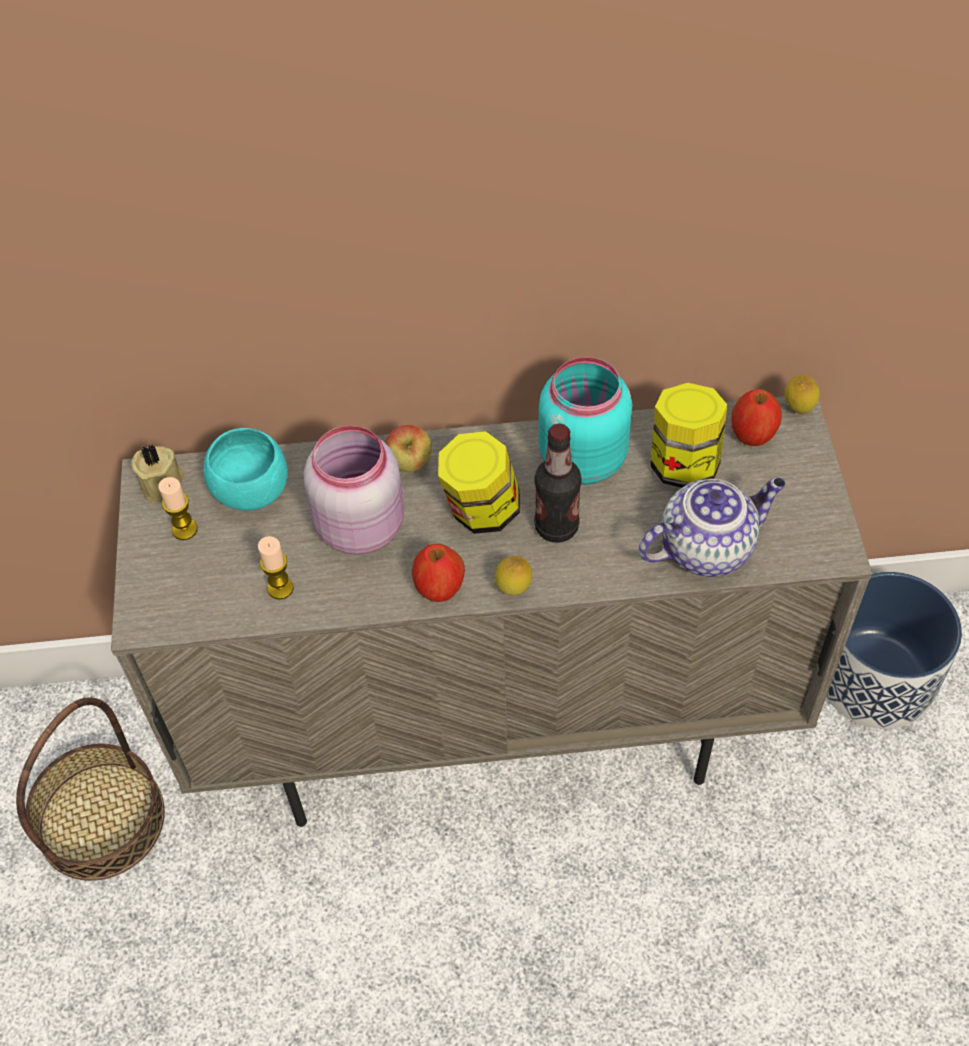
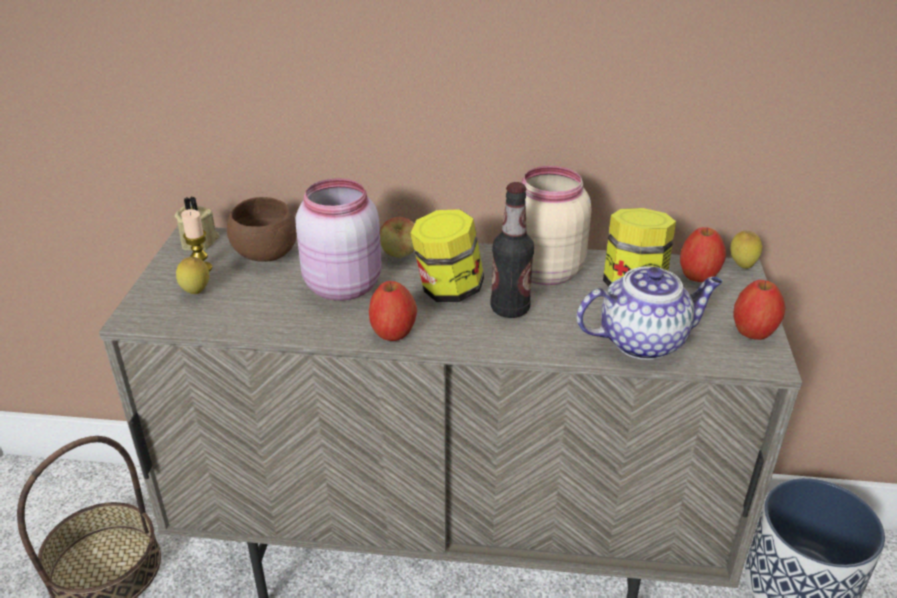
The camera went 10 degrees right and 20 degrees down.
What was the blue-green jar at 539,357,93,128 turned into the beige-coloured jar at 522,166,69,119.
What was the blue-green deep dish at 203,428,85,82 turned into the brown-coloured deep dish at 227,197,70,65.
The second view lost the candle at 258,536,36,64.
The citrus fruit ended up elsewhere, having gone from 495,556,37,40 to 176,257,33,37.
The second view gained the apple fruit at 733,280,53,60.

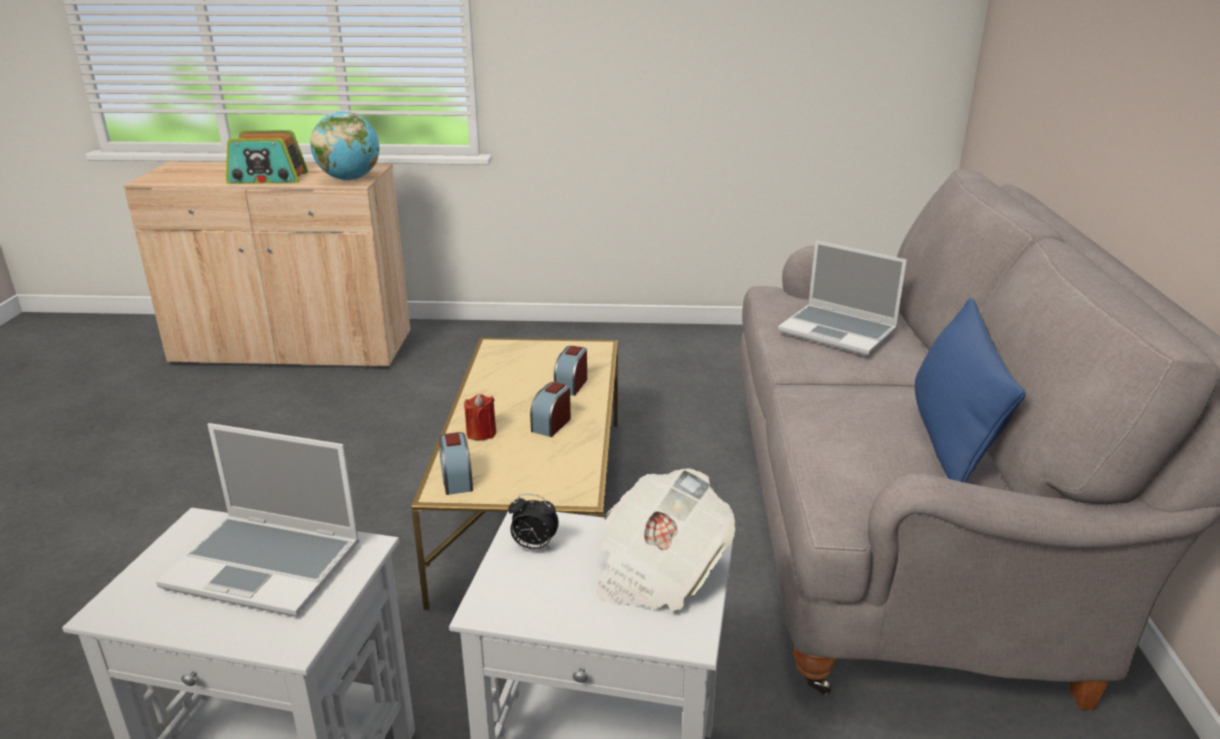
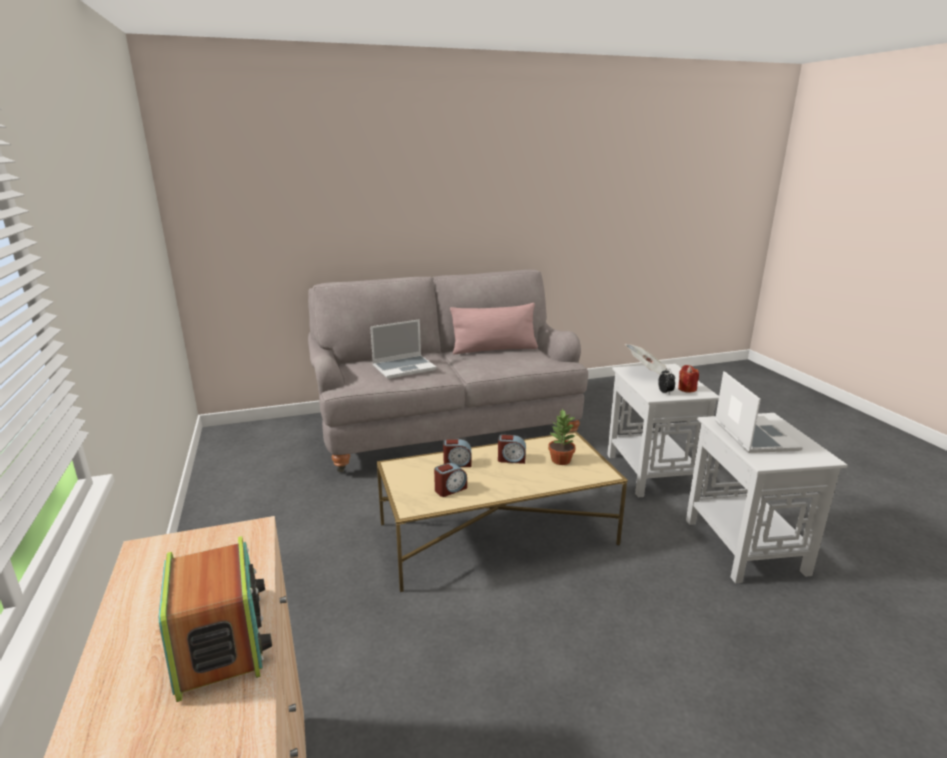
The camera went 110 degrees left and 5 degrees down.
The second view lost the desk globe at 310,111,69,69.
The notebook computer at 778,241,129,115 ended up facing another way, 45 degrees clockwise from before.
What was the bluish pillow at 915,298,111,185 turned into the pink-coloured pillow at 450,303,88,51.
The red candle ended up elsewhere, having gone from 464,394,32,46 to 678,365,21,28.
The table clock ended up elsewhere, having gone from 439,432,34,63 to 434,463,33,34.
The second view gained the plant in a pot at 548,409,27,56.

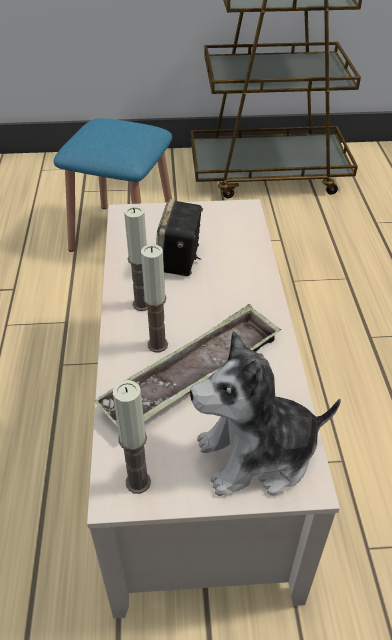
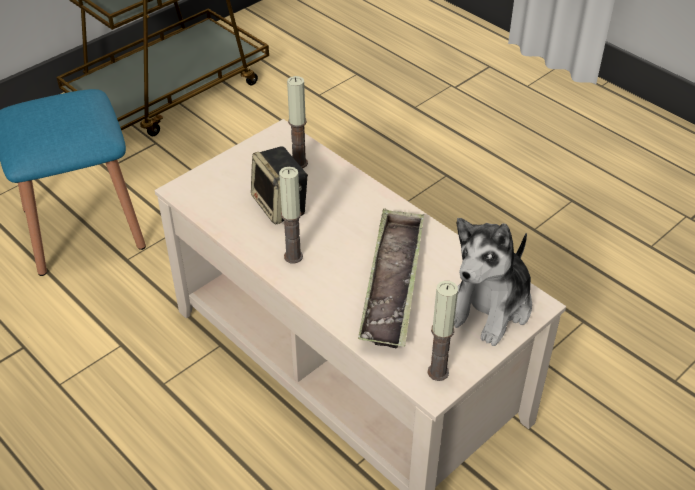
The camera went 40 degrees left and 0 degrees up.
The candle ended up elsewhere, having gone from 141,244,27,108 to 287,76,21,92.

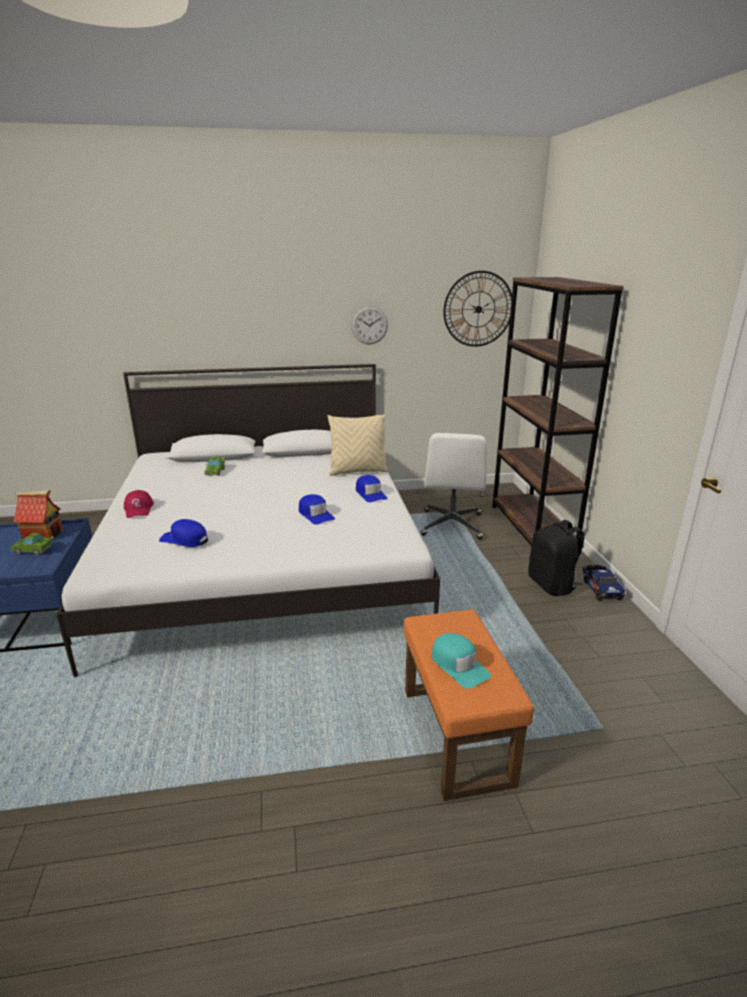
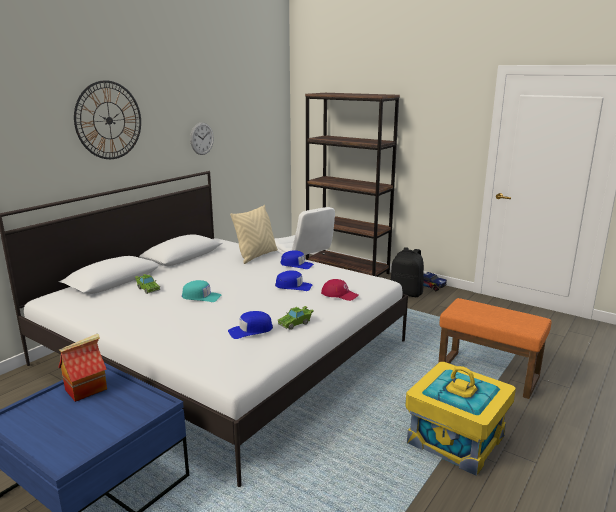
The camera went 45 degrees left and 5 degrees down.
The hanging clock ended up elsewhere, having gone from 444,271,68,76 to 74,80,67,79.
The red baseball cap ended up elsewhere, having gone from 124,490,30,28 to 321,279,37,22.
The greenish miniature car ended up elsewhere, having gone from 10,533,44,23 to 278,306,36,24.
The blue-green baseball cap ended up elsewhere, having gone from 431,633,60,56 to 182,280,39,22.
The second view gained the yellow storage container at 405,362,111,114.

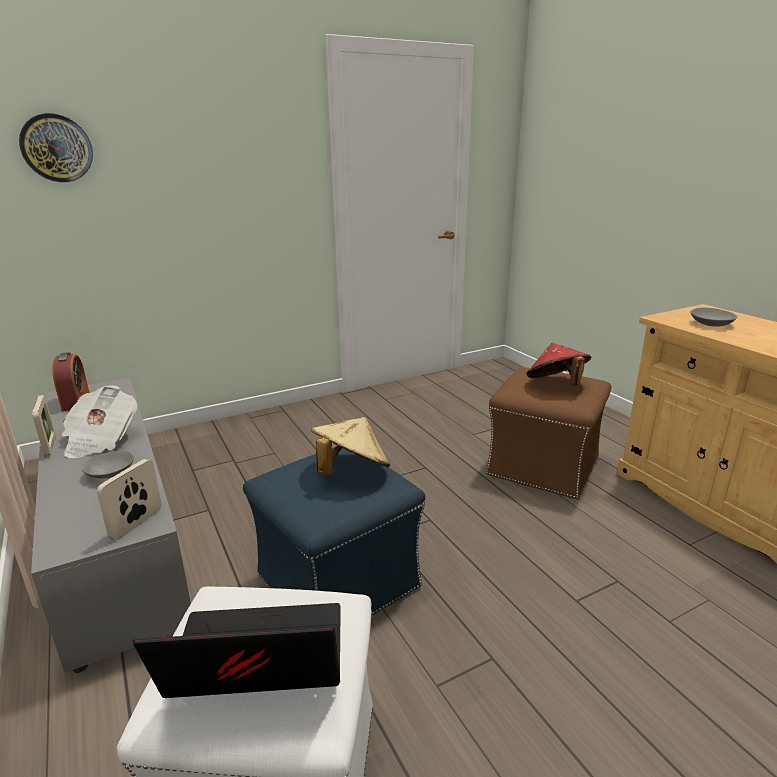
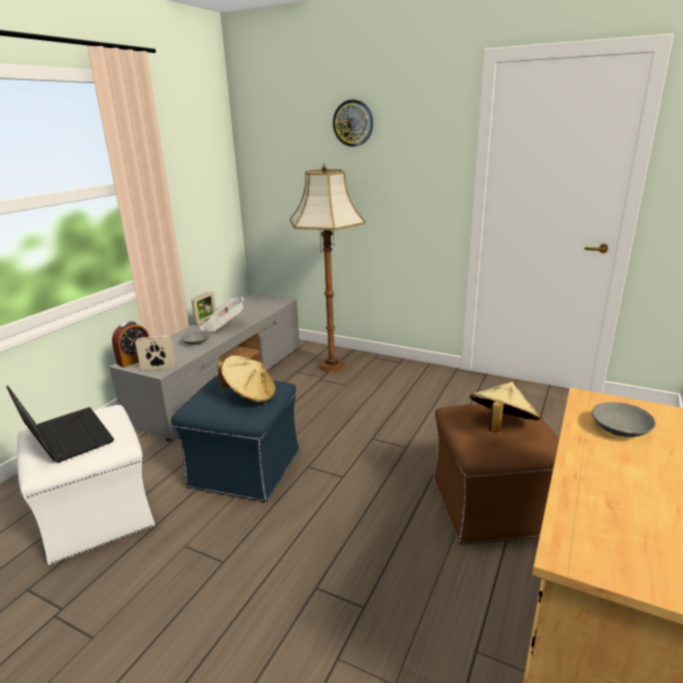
The camera went 55 degrees right and 0 degrees up.
The hanging clock ended up elsewhere, having gone from 19,113,74,69 to 333,100,40,47.
What was the red wearable hat at 526,343,65,43 turned into the beige-coloured wearable hat at 470,382,71,51.
The table clock ended up elsewhere, having gone from 52,352,37,59 to 112,321,37,47.
The second view gained the standard lamp at 290,164,75,208.

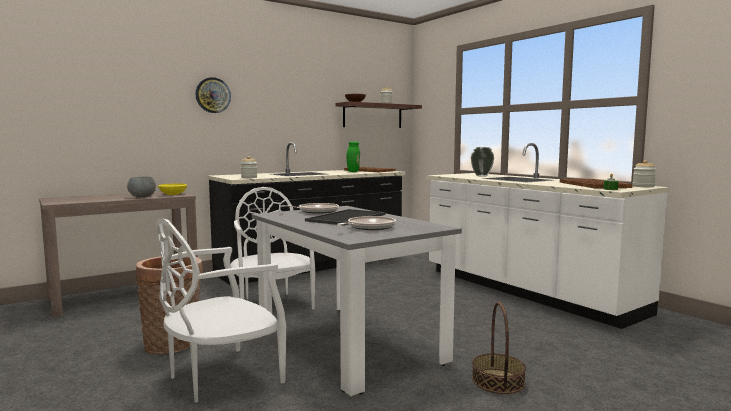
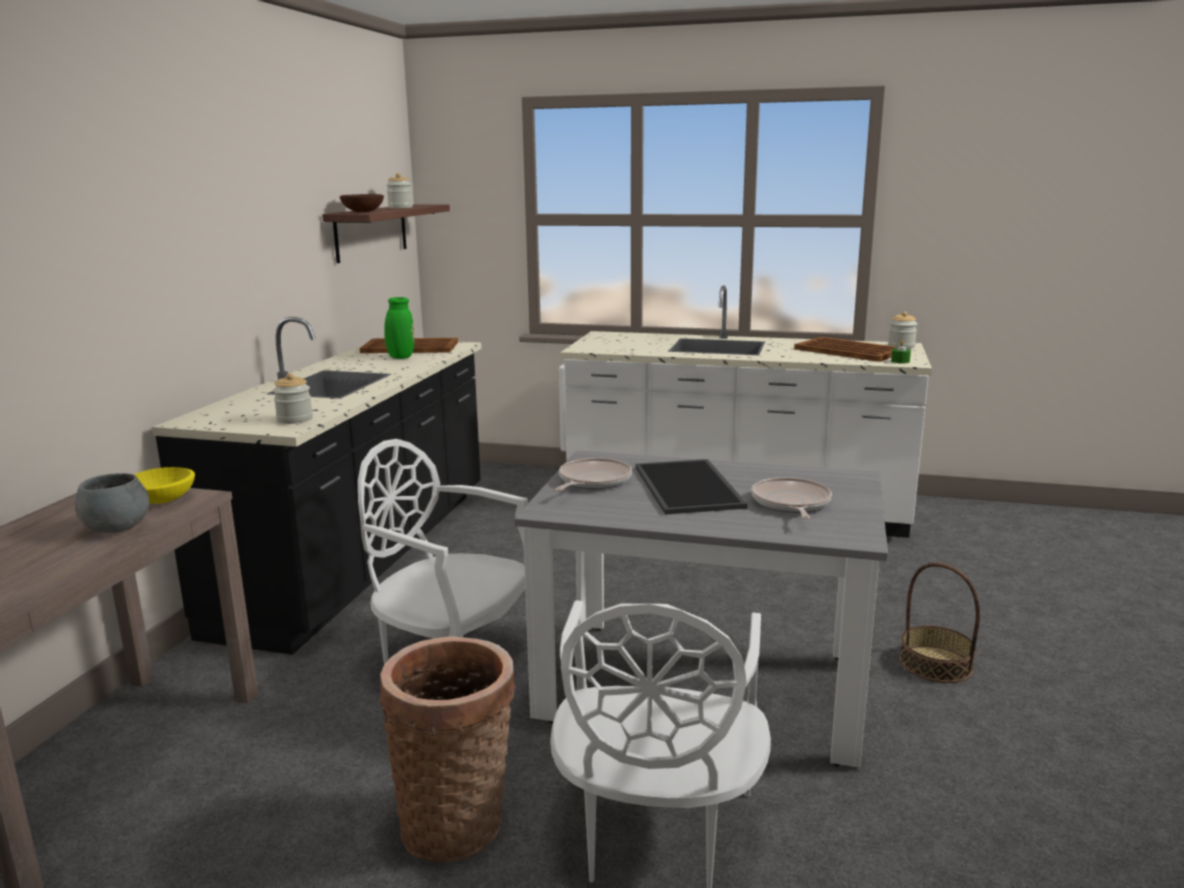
The camera went 40 degrees left and 10 degrees up.
The second view lost the hanging clock at 195,77,36,36.
The second view lost the vase at 471,147,23,30.

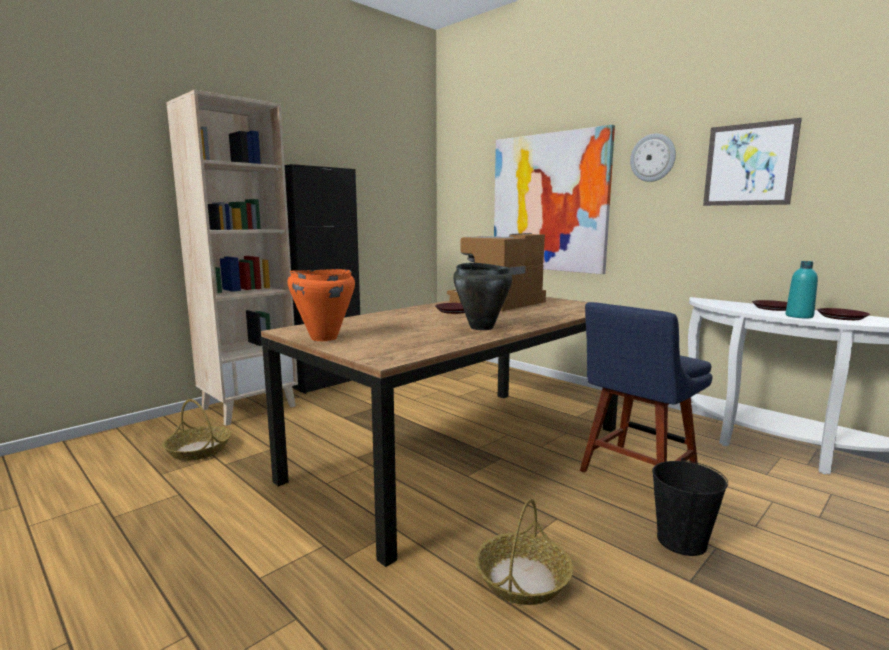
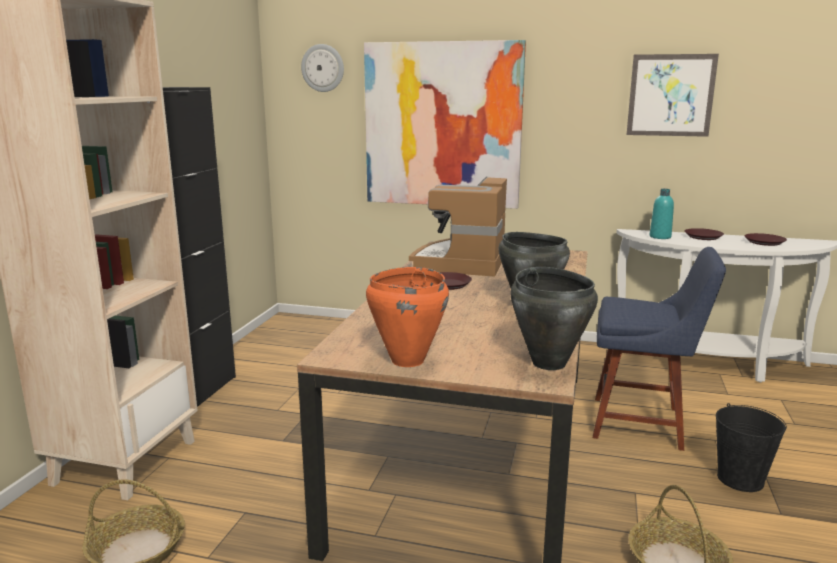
The camera went 30 degrees left and 5 degrees up.
The hanging clock ended up elsewhere, having gone from 630,134,46,48 to 301,44,43,48.
The blue-green beverage bottle ended up elsewhere, having gone from 786,261,32,57 to 650,189,24,50.
The bluish plain chair at 580,302,132,170 ended up facing another way, 90 degrees counterclockwise from before.
The second view gained the blackish saucepot at 510,267,88,103.

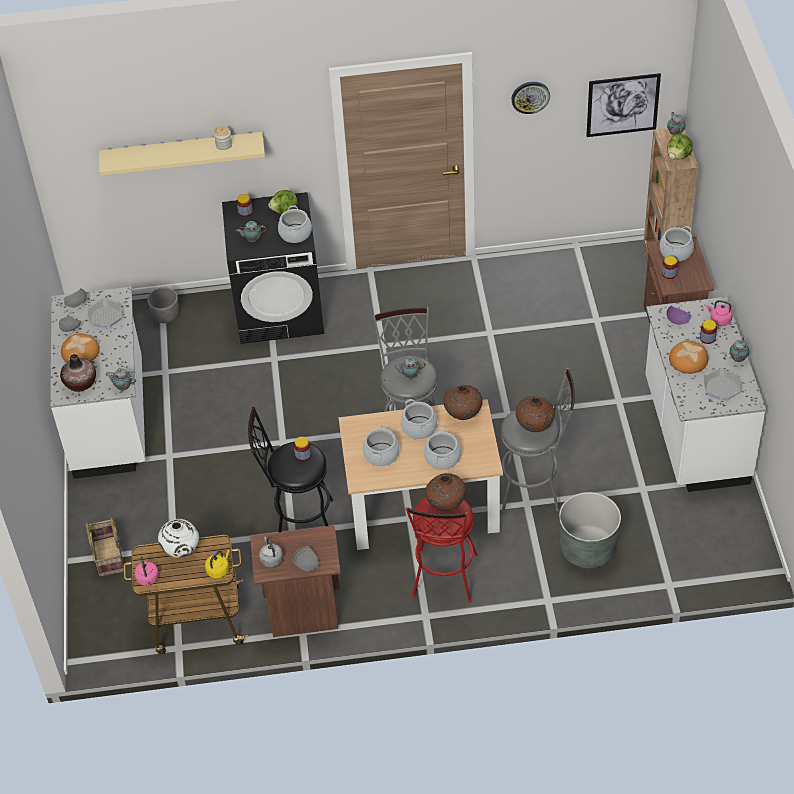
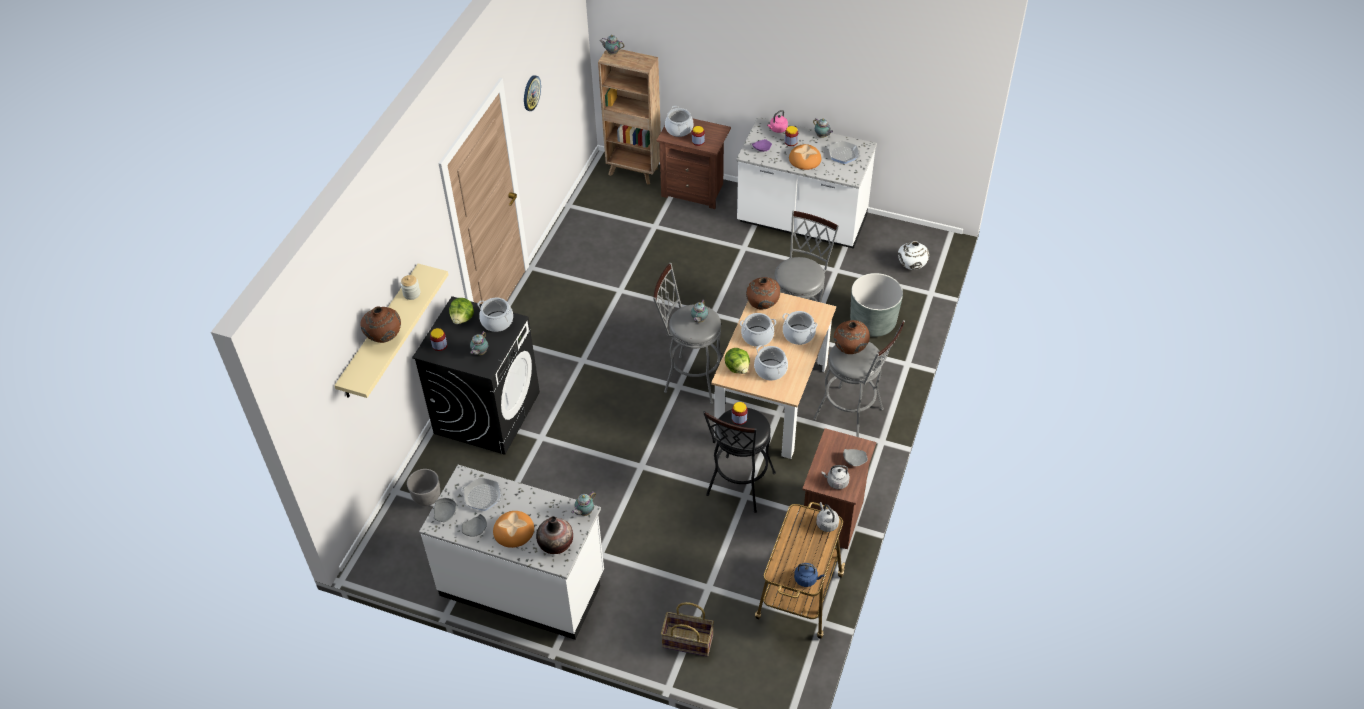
The camera went 65 degrees left and 0 degrees up.
The second view lost the wall picture at 586,73,75,64.
The head of lettuce ended up elsewhere, having gone from 667,134,25,26 to 725,348,25,26.
The brown-coloured vase ended up elsewhere, having gone from 515,396,40,36 to 360,306,41,37.
What was the red stool at 406,497,72,105 turned into the grey stool at 813,320,92,117.
The white-coloured vase ended up elsewhere, having gone from 158,519,41,39 to 898,241,31,29.
What was the yellow tea kettle at 205,550,25,28 turned into the grey tea kettle at 816,502,23,30.
What was the pink-coloured tea kettle at 134,557,25,29 turned into the bluish tea kettle at 794,563,30,24.

